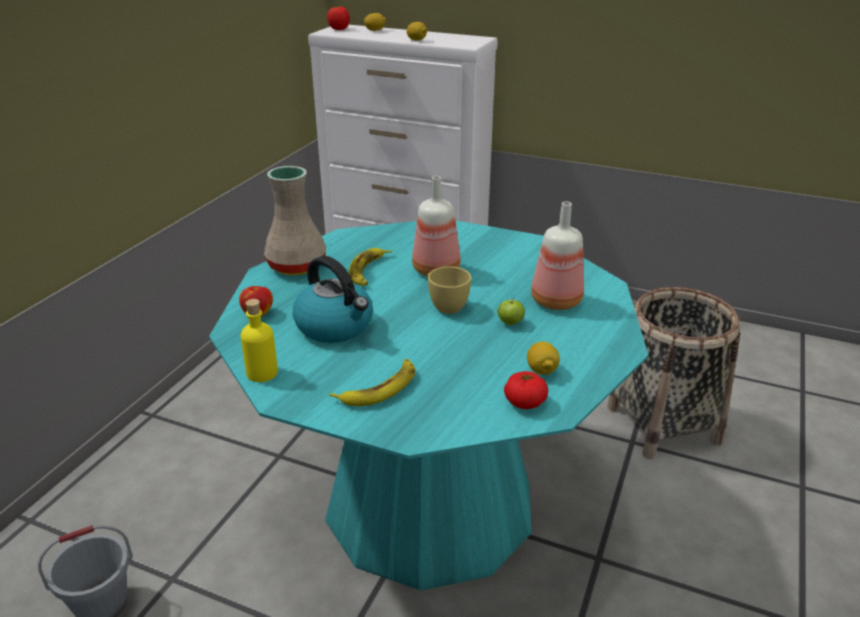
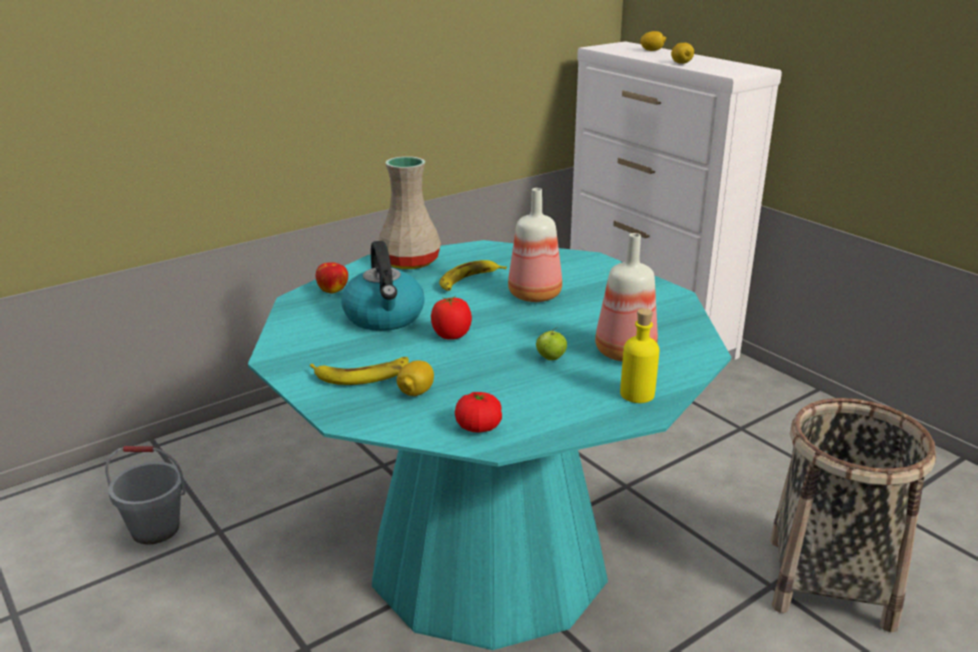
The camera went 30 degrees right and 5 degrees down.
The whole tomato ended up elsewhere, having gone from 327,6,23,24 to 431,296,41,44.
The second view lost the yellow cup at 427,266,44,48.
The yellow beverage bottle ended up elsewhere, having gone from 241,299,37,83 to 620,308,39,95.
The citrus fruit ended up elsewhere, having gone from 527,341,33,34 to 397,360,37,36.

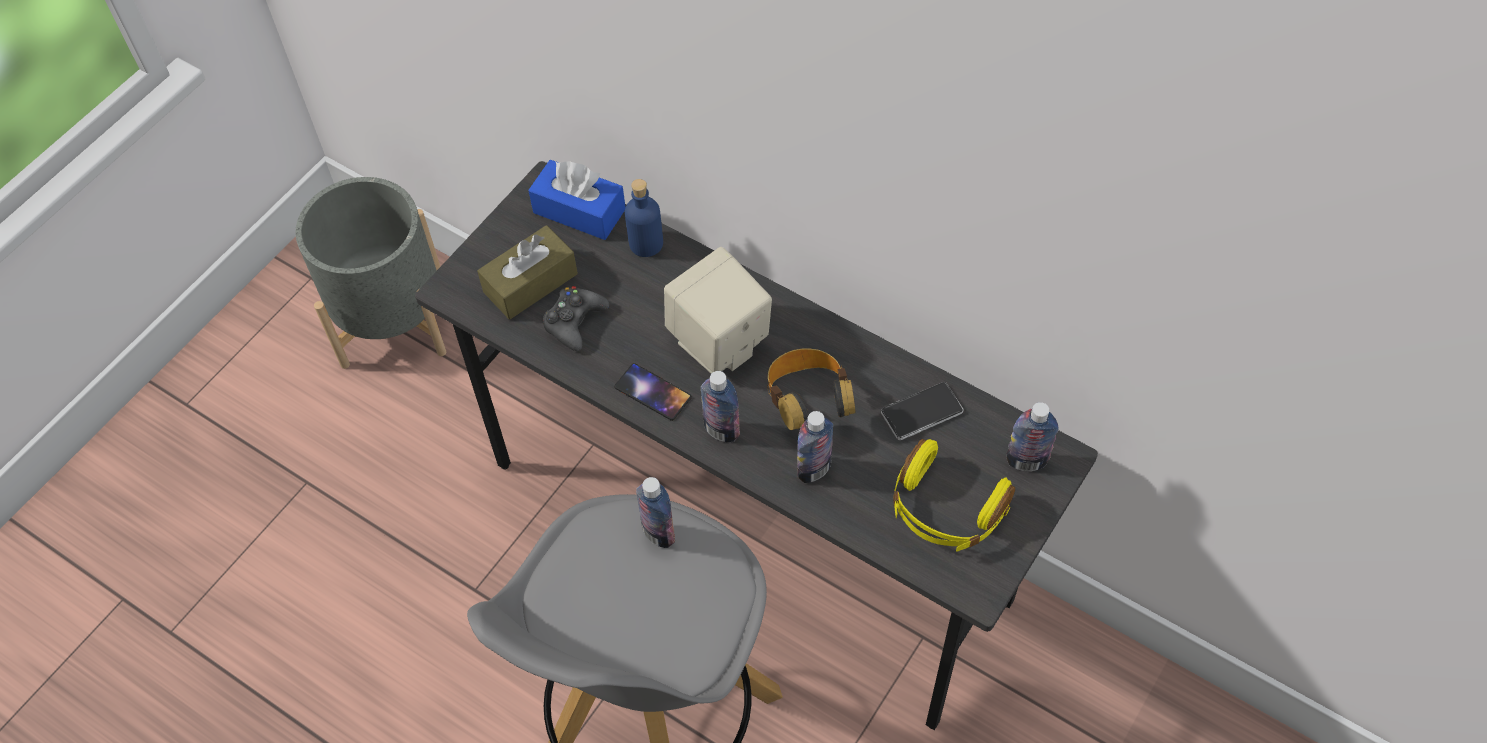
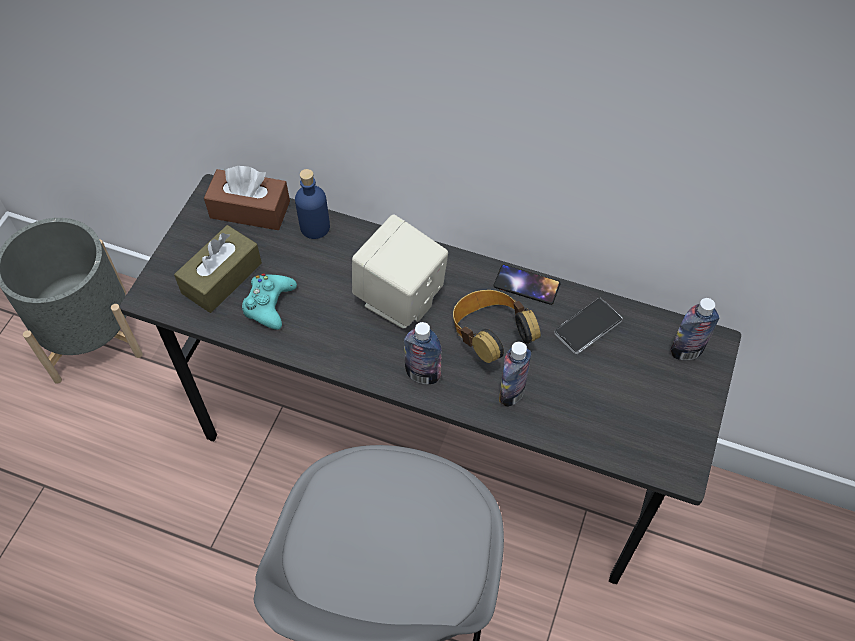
The camera went 15 degrees left and 0 degrees up.
What was the bluish tissue box at 528,160,98,80 turned into the brown-coloured tissue box at 204,166,86,64.
What was the blackish gamepad at 543,286,66,65 turned into the blue-green gamepad at 242,273,55,57.
The phone ended up elsewhere, having gone from 614,363,78,58 to 493,265,68,40.
The second view lost the yellow headphones at 893,439,122,113.
The second view lost the beverage bottle at 636,477,39,71.

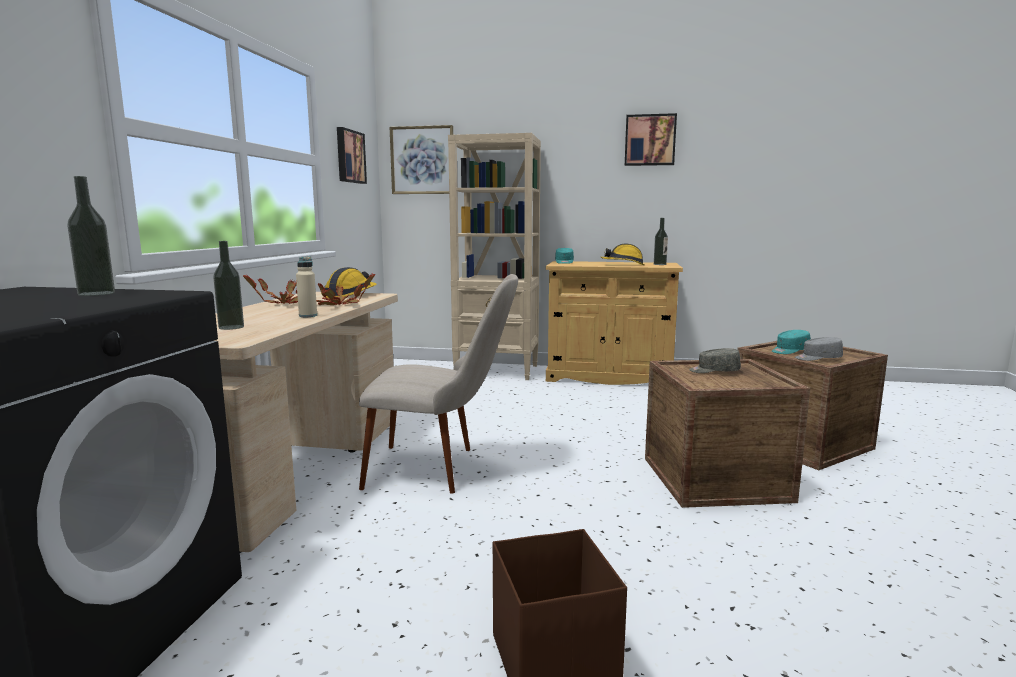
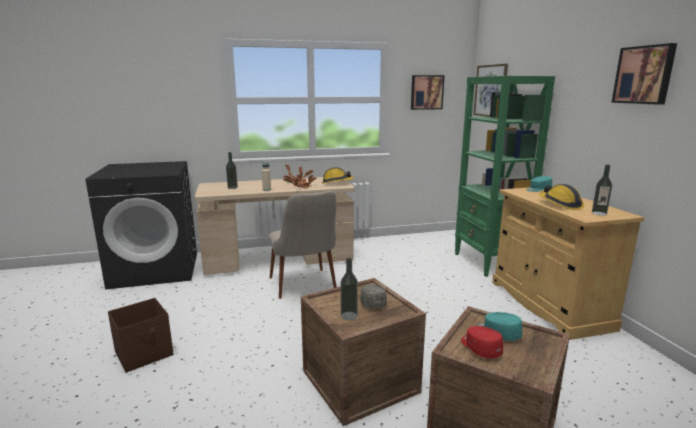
The camera went 65 degrees right and 5 degrees up.
What was the beige-coloured bookcase at 448,133,93,247 turned into the greenish bookcase at 455,76,100,201.
The beverage bottle ended up elsewhere, having gone from 67,176,48,120 to 341,258,17,62.
What was the grey baseball cap at 795,337,48,24 turned into the red baseball cap at 461,326,42,32.

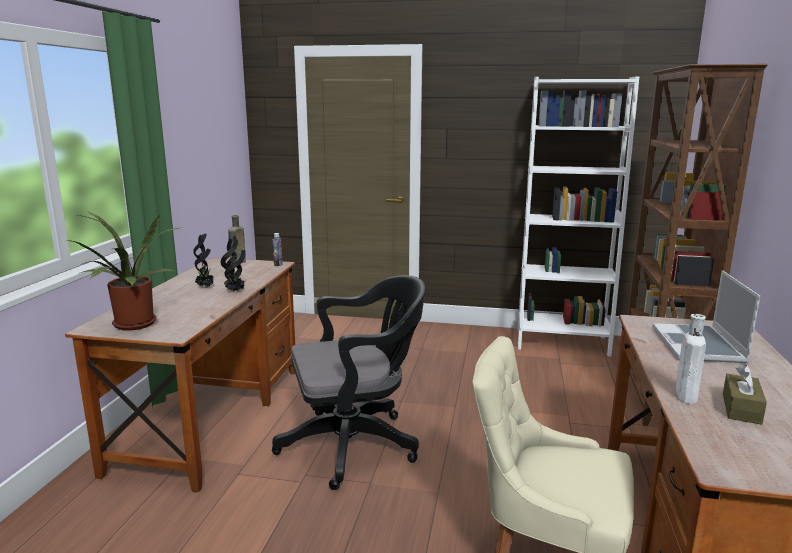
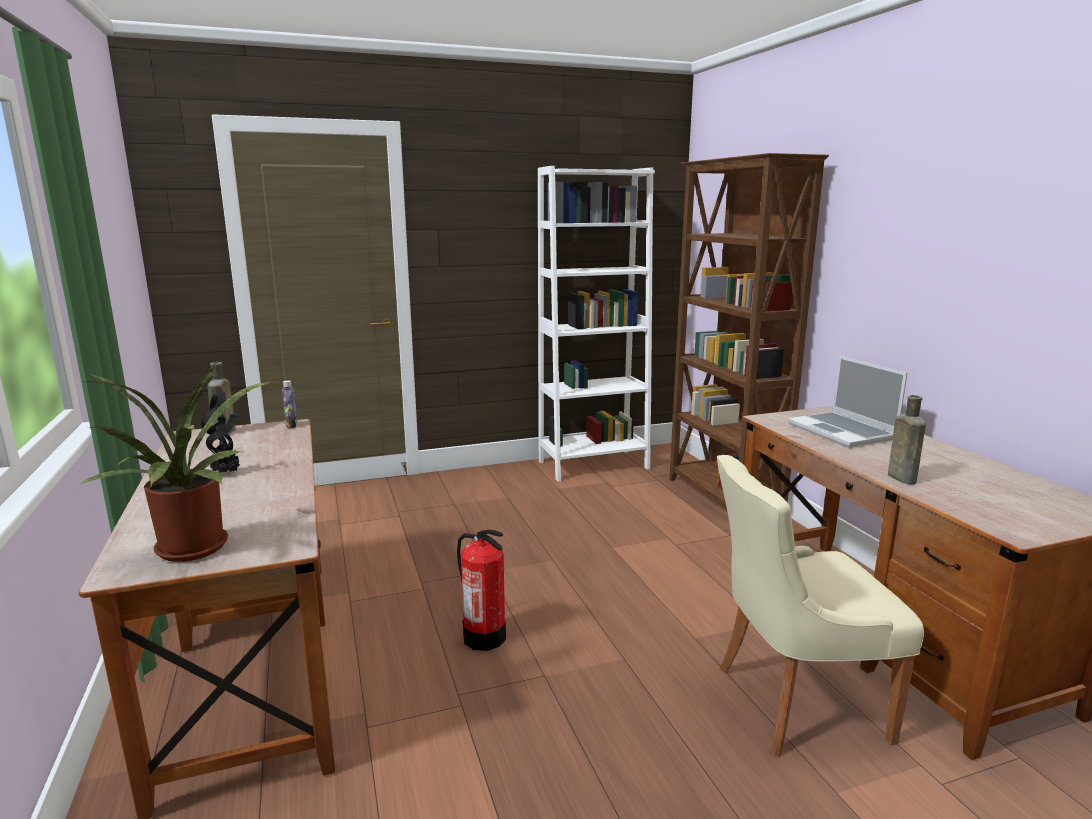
The camera went 30 degrees left and 0 degrees up.
The second view lost the plant in a pot at 221,236,25,56.
Where the blackish office chair stood at 272,275,154,215, the extinguisher came to stand at 457,530,49,121.
What was the white-coloured beverage bottle at 676,314,30,90 turned into the brown-coloured beverage bottle at 888,395,38,89.
The second view lost the brown-coloured tissue box at 723,365,44,60.

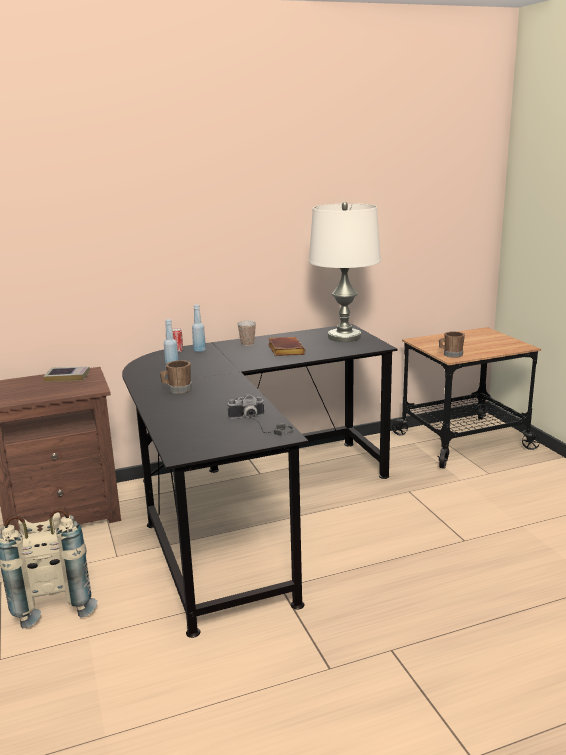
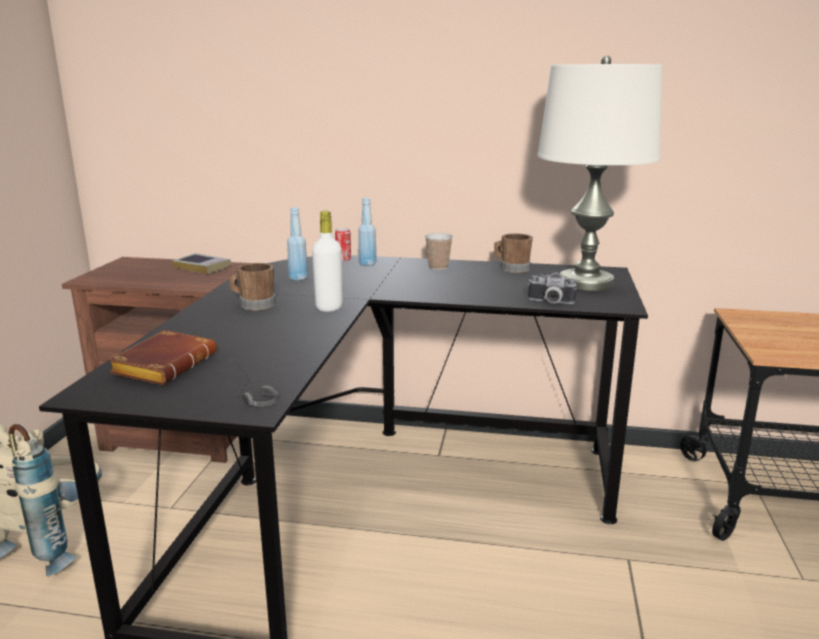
The camera went 30 degrees right and 0 degrees up.
The brown-coloured coffee mug ended up elsewhere, having gone from 439,331,26,27 to 494,233,39,40.
The brown-coloured volume ended up elsewhere, having gone from 268,337,38,19 to 108,330,109,55.
The still camera ended up elsewhere, having gone from 227,394,38,25 to 527,272,50,32.
The second view gained the white-coloured beverage bottle at 312,211,31,101.

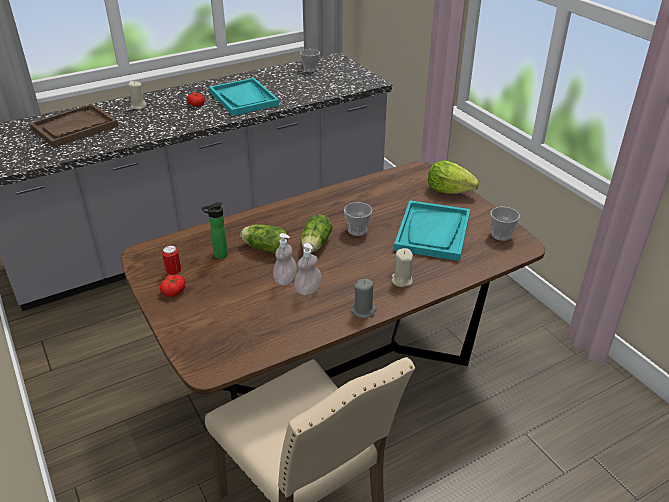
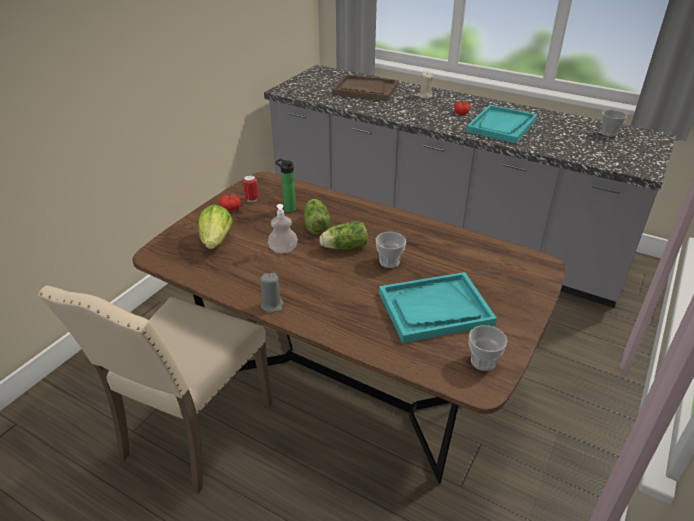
The camera went 60 degrees right and 0 degrees up.
The head of lettuce ended up elsewhere, having gone from 428,160,51,34 to 199,204,34,45.
The second view lost the soap bottle at 294,243,28,52.
The second view lost the beige-coloured candle at 392,248,21,39.

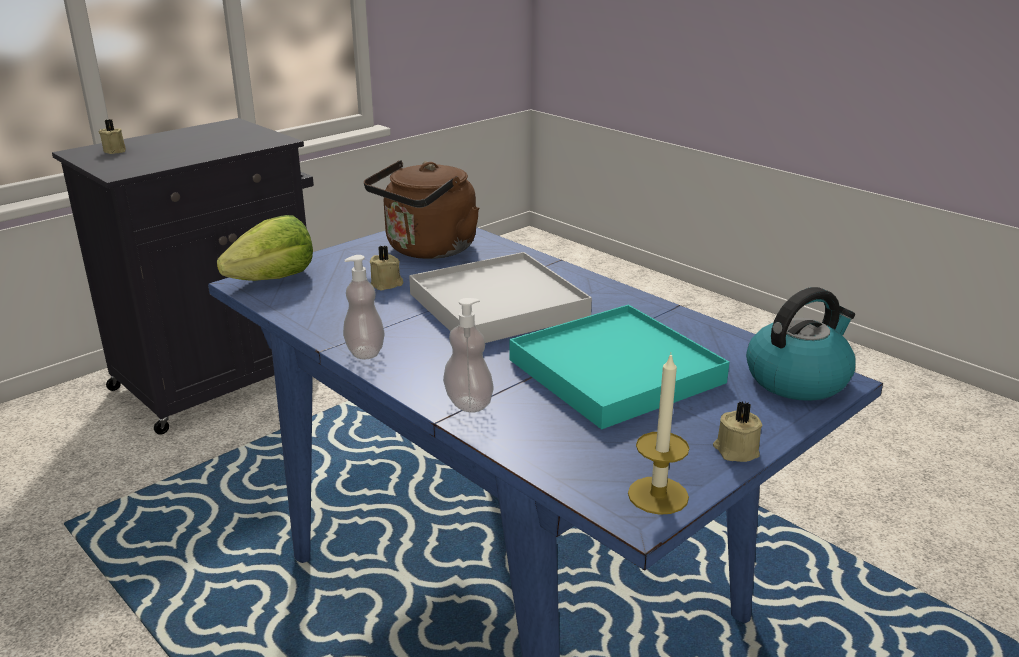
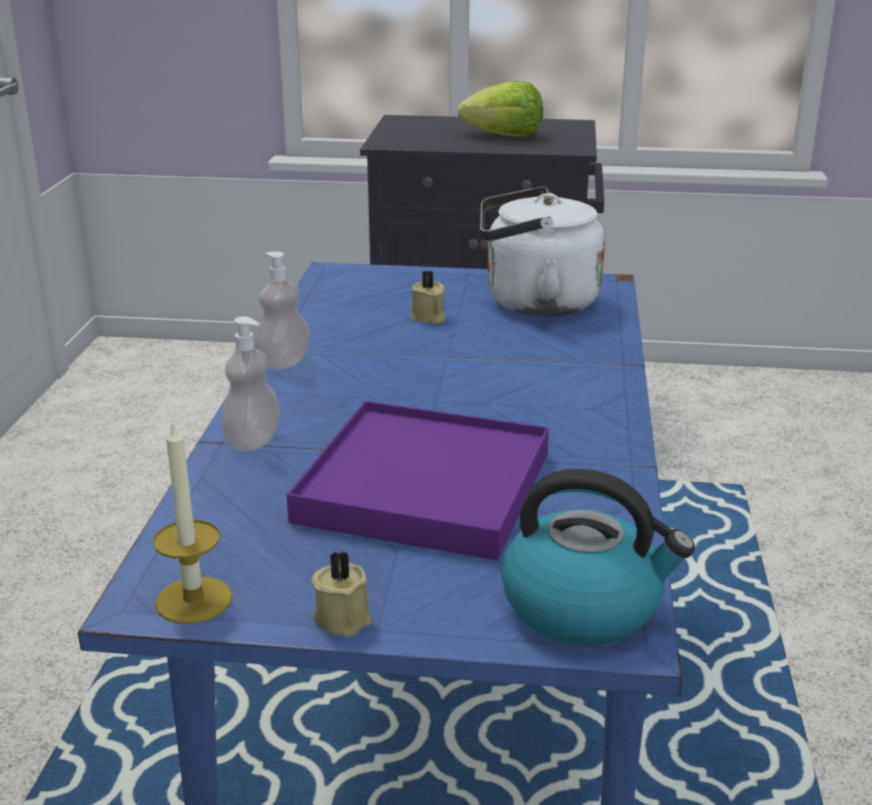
The camera went 50 degrees right and 0 degrees up.
The second view lost the beige-coloured candle at 99,119,27,35.
What was the brown-coloured tea kettle at 364,160,115,99 turned into the white-coloured tea kettle at 480,186,125,130.
The head of lettuce ended up elsewhere, having gone from 217,215,96,66 to 458,81,85,56.
The second view lost the white-coloured tray at 409,252,183,91.
What was the blue-green tray at 509,305,221,124 turned into the purple tray at 287,401,262,160.

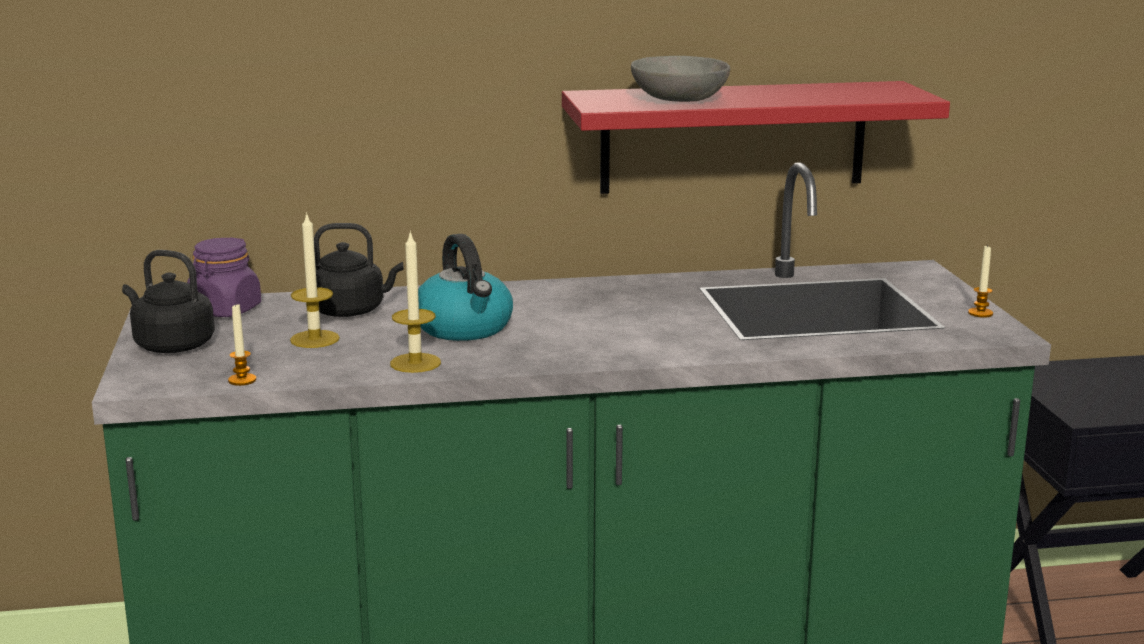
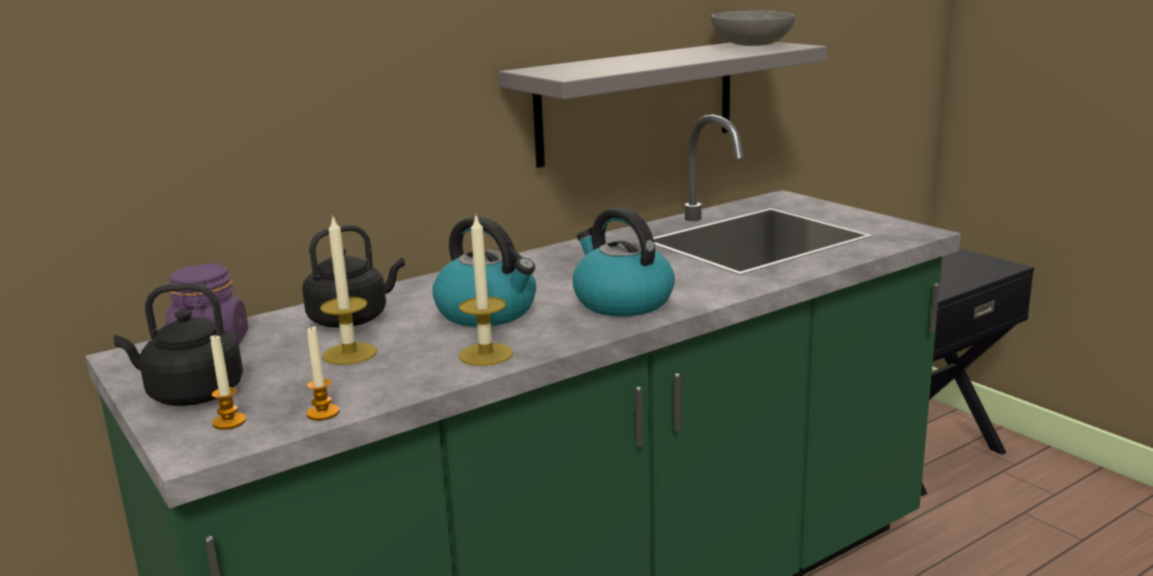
The camera went 25 degrees left and 0 degrees up.
The grey deep dish ended up elsewhere, having gone from 631,56,99,46 to 711,11,84,35.
What was the red wall shelf at 562,81,388,113 turned into the grey wall shelf at 499,42,328,126.
The candle ended up elsewhere, having gone from 968,246,25,72 to 210,333,36,97.
The second view gained the tea kettle at 573,207,102,109.

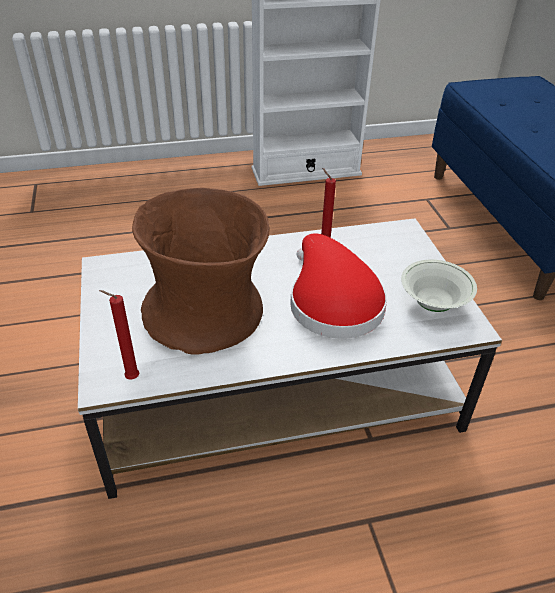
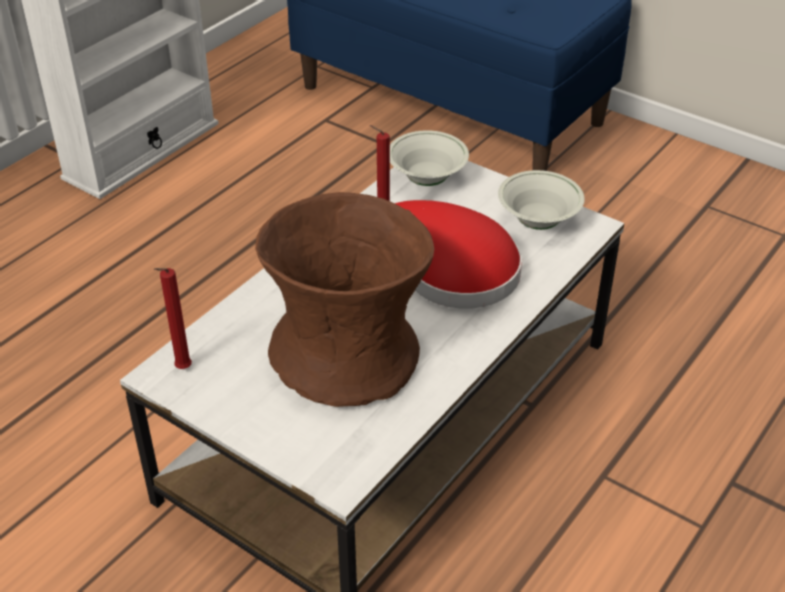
The camera went 40 degrees left and 0 degrees up.
The red candle ended up elsewhere, having gone from 99,290,41,90 to 154,268,38,101.
The second view gained the white-coloured deep dish at 390,130,79,56.

